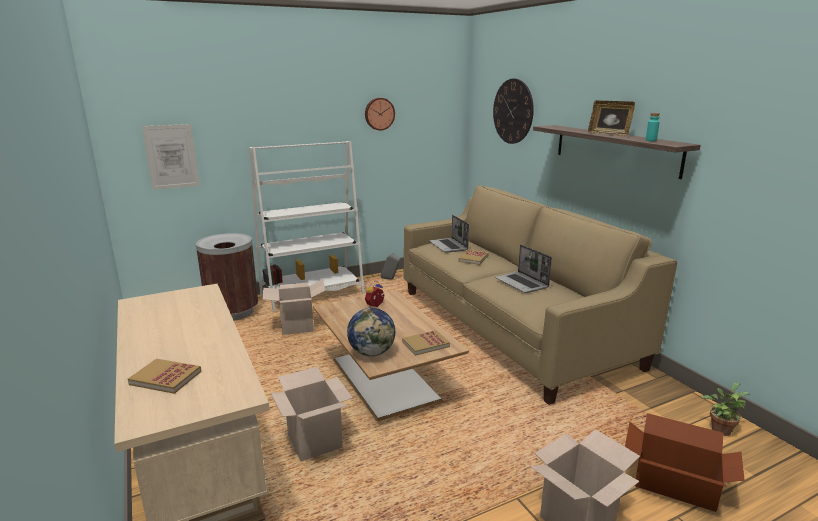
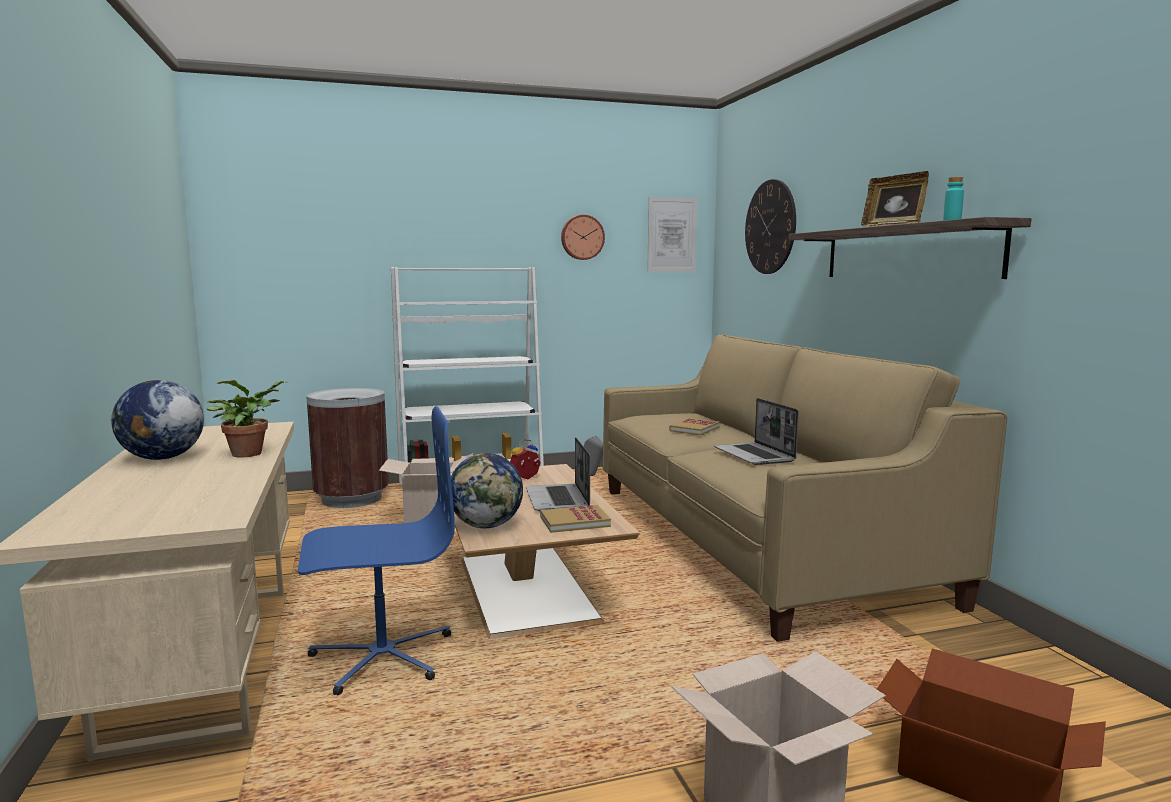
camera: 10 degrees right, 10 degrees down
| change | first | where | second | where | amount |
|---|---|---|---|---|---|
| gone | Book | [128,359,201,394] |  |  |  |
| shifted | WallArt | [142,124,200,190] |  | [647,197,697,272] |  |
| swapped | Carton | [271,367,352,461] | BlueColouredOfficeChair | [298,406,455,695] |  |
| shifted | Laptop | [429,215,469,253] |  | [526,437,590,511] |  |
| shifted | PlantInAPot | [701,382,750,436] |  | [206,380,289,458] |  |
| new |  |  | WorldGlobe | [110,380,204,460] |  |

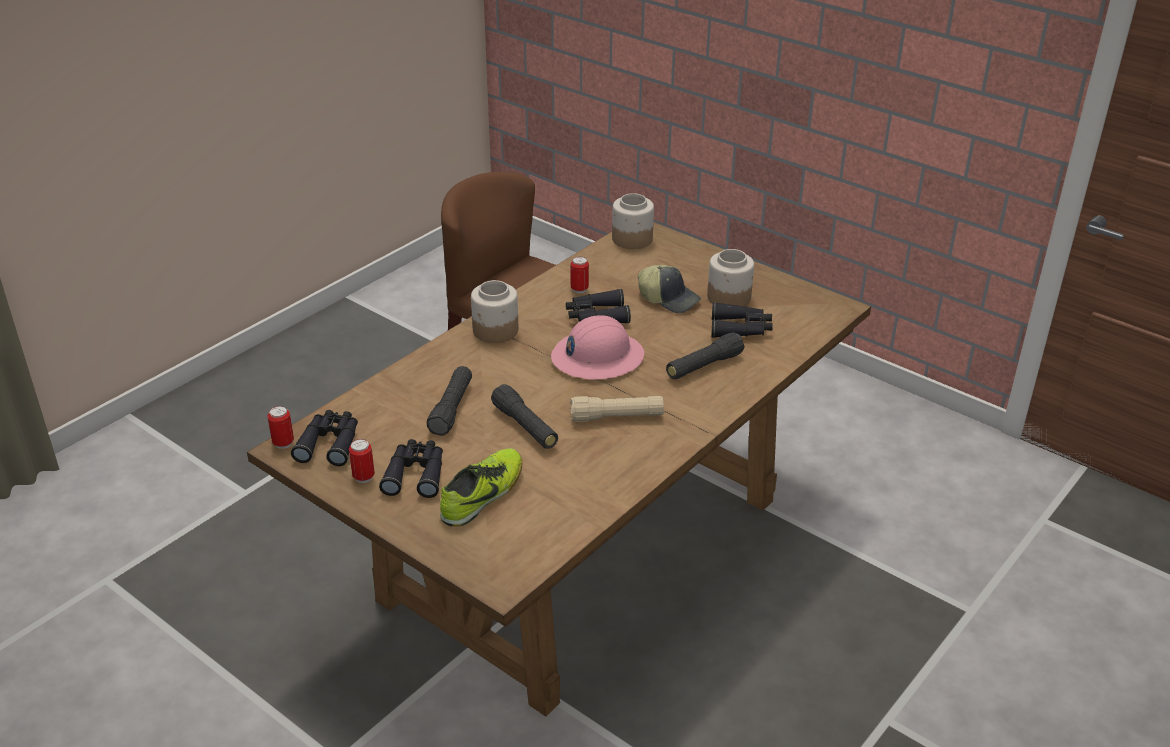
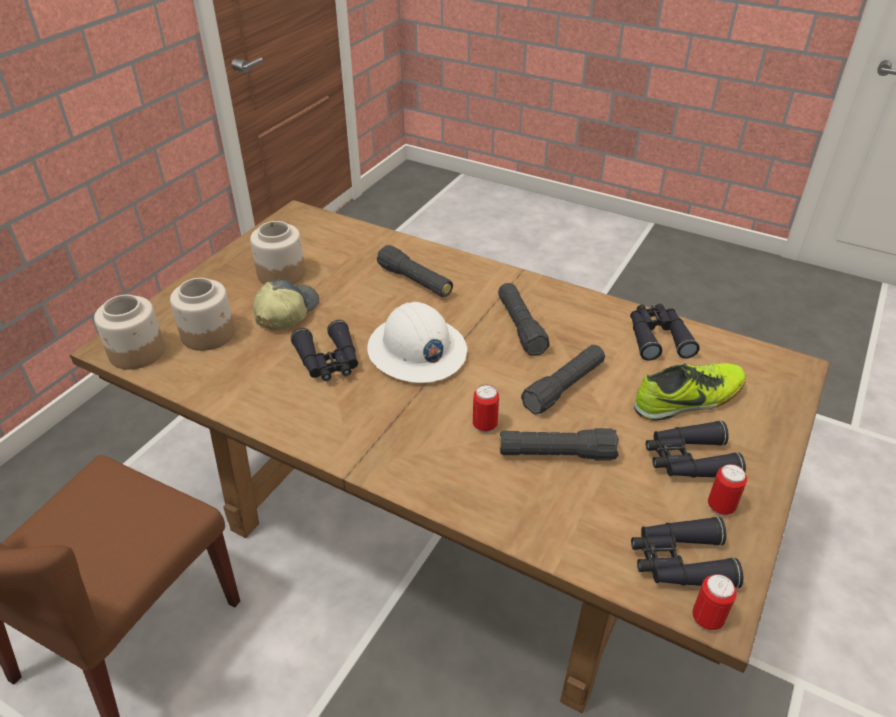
camera: 100 degrees left, 5 degrees up
| change | first | where | second | where | amount |
|---|---|---|---|---|---|
| rotated | Shoe | [440,448,522,527] |  | [634,363,746,421] | 135 degrees clockwise |
| shifted | Jar | [471,280,518,343] |  | [170,278,235,351] |  |
| repainted | PinkColouredWorkHelmet | [551,315,644,380] | WhiteColouredWorkHelmet | [367,302,467,383] |  |
| repainted | SandColouredHandTorch | [570,396,664,422] | BlackHandTorch | [498,283,550,355] |  |
| shifted | Can | [571,256,589,293] |  | [473,385,499,433] |  |
| shifted | BlackBinoculars | [711,302,773,338] |  | [630,304,700,361] |  |

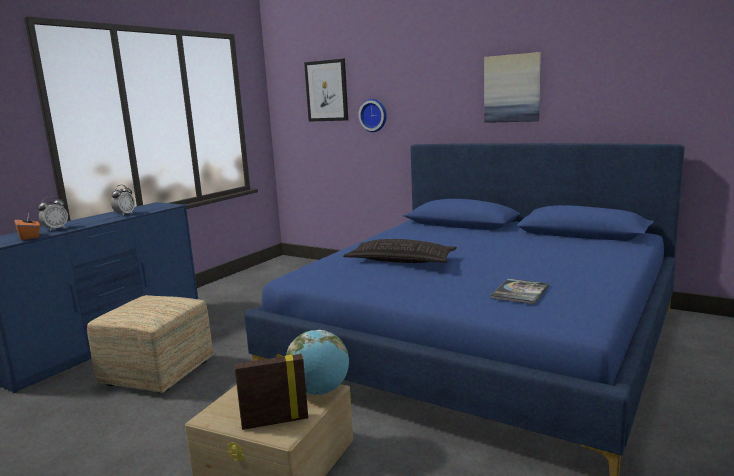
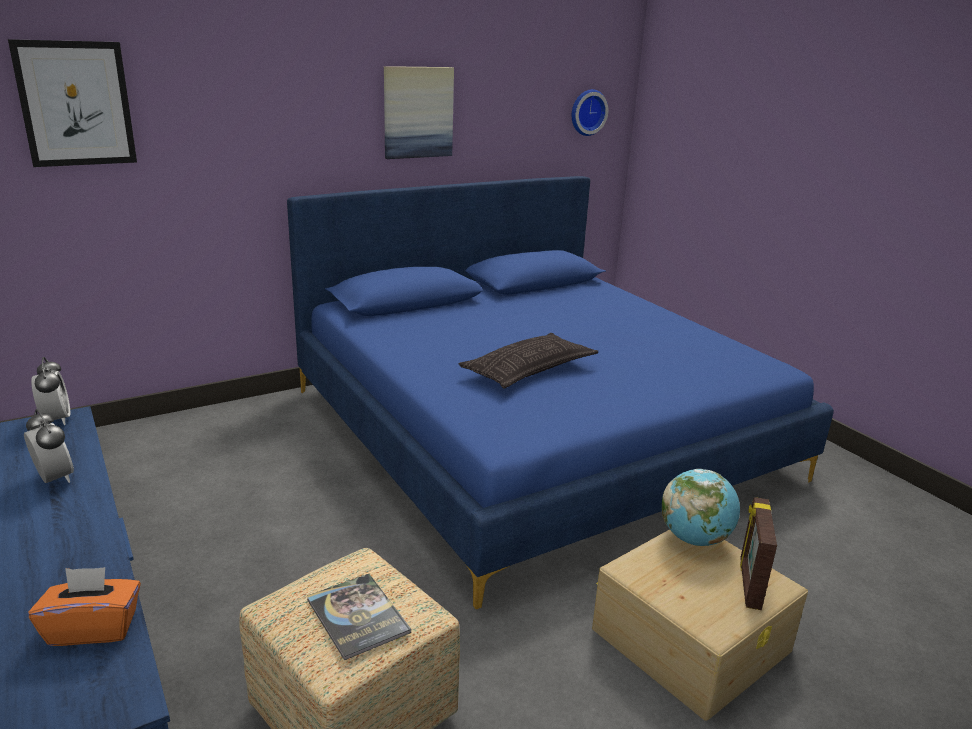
camera: 65 degrees left, 10 degrees up
| change | first | where | second | where | amount |
|---|---|---|---|---|---|
| shifted | TableClock | [38,196,68,231] |  | [31,357,70,425] |  |
| shifted | HangingClock | [358,99,387,132] |  | [572,89,608,136] |  |
| shifted | Book | [490,279,549,304] |  | [307,574,411,660] |  |

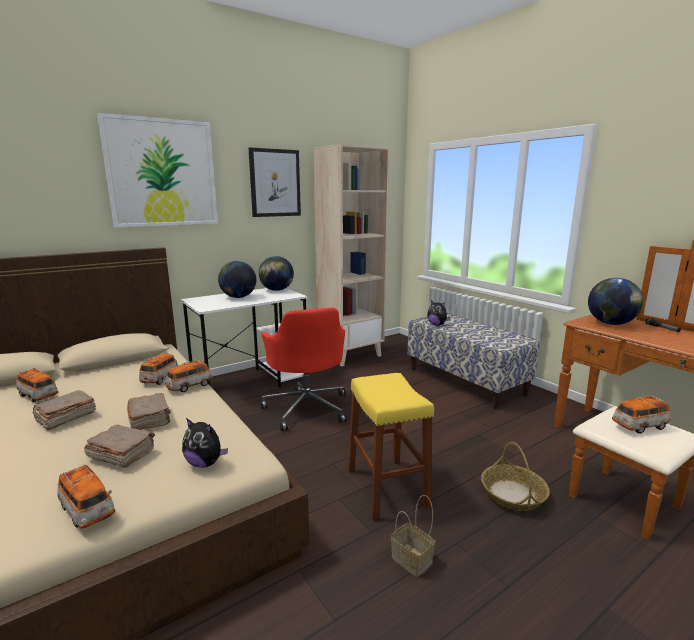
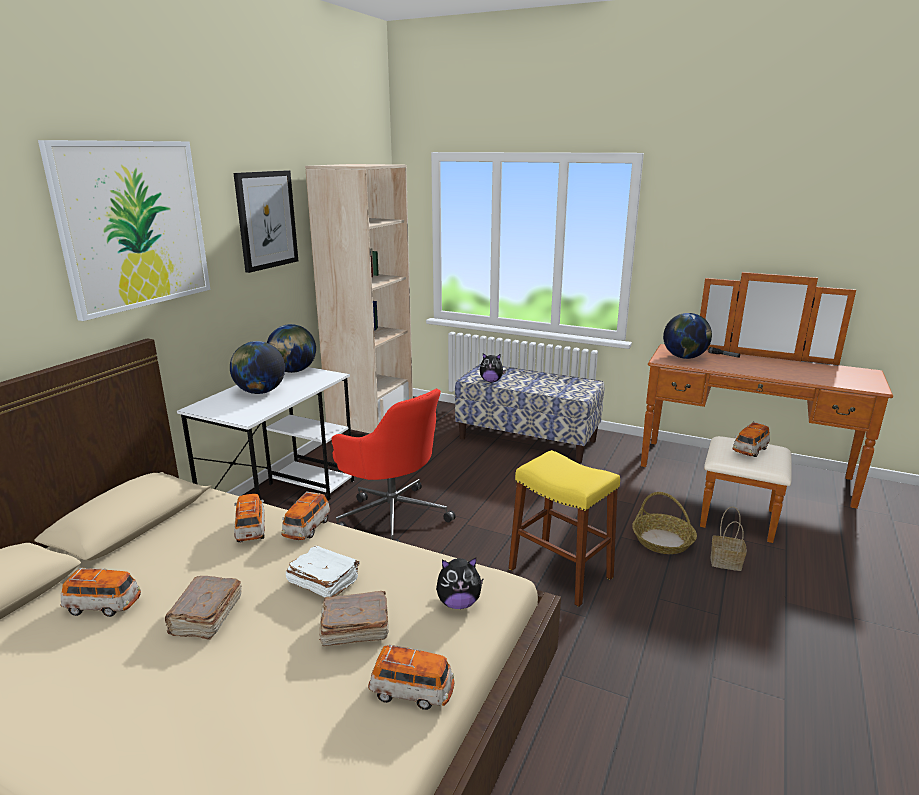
camera: 30 degrees left, 5 degrees up
| change | first | where | second | where | amount |
|---|---|---|---|---|---|
| repainted | BrownishBook | [127,393,171,430] | WhiteColouredBook | [286,545,360,597] |  |
| shifted | StorageBasket | [391,495,435,577] |  | [711,507,747,571] |  |

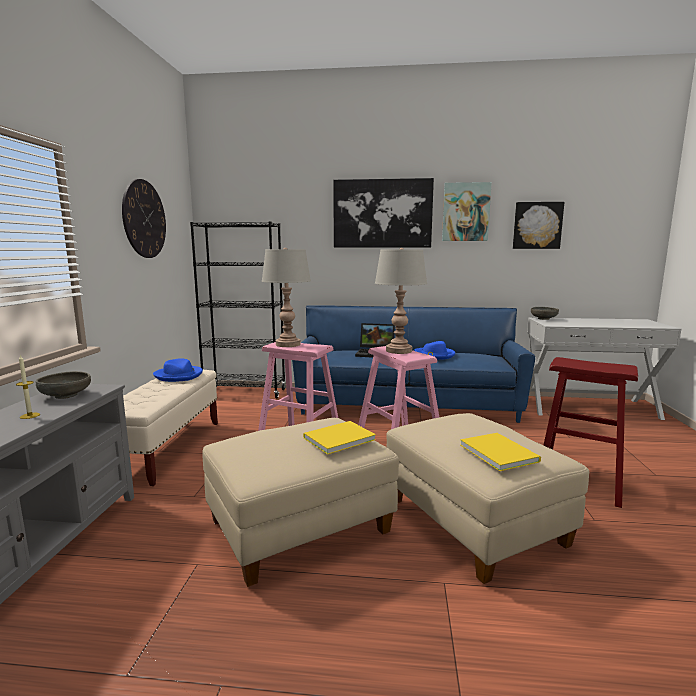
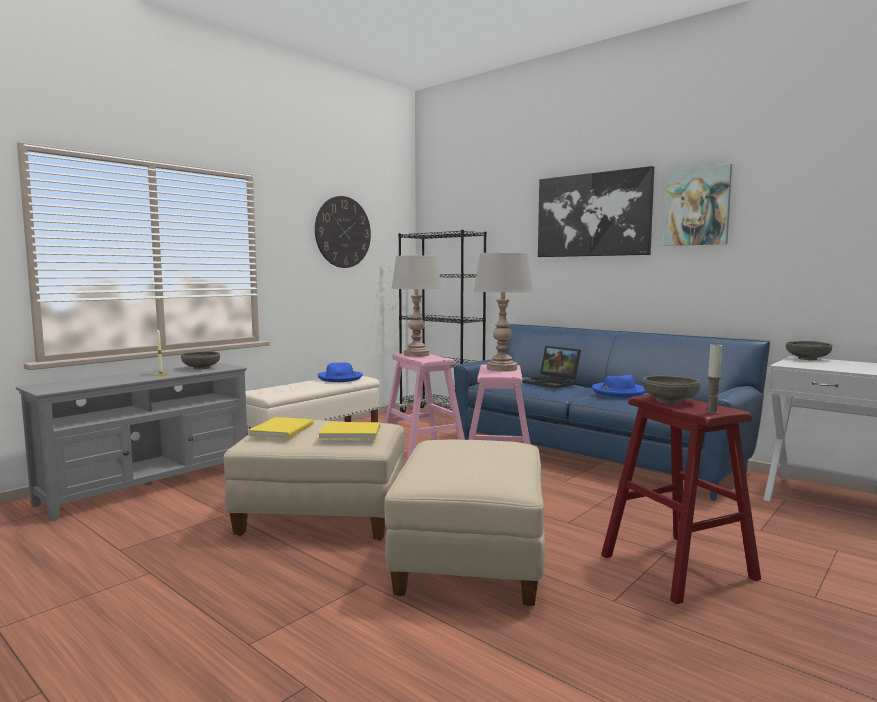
camera: 35 degrees right, 5 degrees down
| change | first | where | second | where | amount |
|---|---|---|---|---|---|
| shifted | YellowishBook | [460,433,541,471] |  | [248,417,314,438] |  |
| gone | WallArt | [513,202,564,249] |  |  |  |
| new |  |  | GreyishServingBowl | [643,376,700,403] |  |
| new |  |  | Candle | [706,343,722,414] |  |

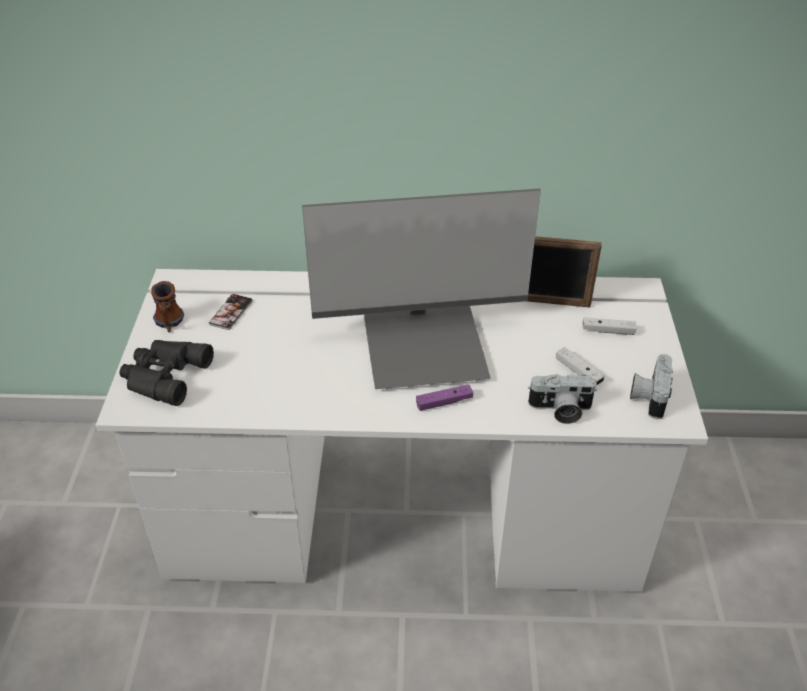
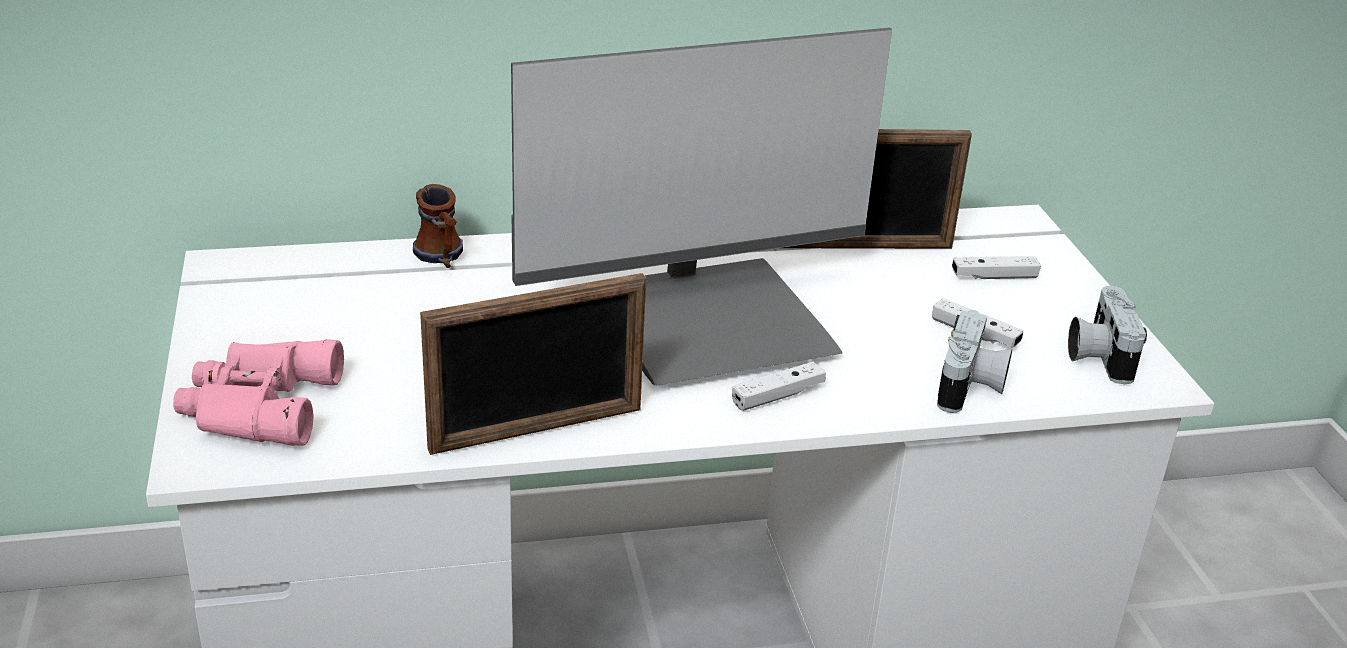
camera: 15 degrees left, 10 degrees down
| change | first | where | second | where | amount |
|---|---|---|---|---|---|
| repainted | BlackBinoculars | [120,340,214,406] | PinkColouredBinoculars | [173,339,344,446] |  |
| shifted | Mug | [151,281,184,332] |  | [413,184,463,268] |  |
| gone | Phone | [209,294,253,330] |  |  |  |
| repainted | PurpleJoypad | [416,384,473,411] | WhiteColouredJoypad | [732,361,826,411] |  |
| rotated | PhotoCamera | [528,374,597,424] |  | [937,310,1012,413] | 60 degrees counterclockwise |
| new |  |  | PhotoFrame | [420,273,646,455] |  |

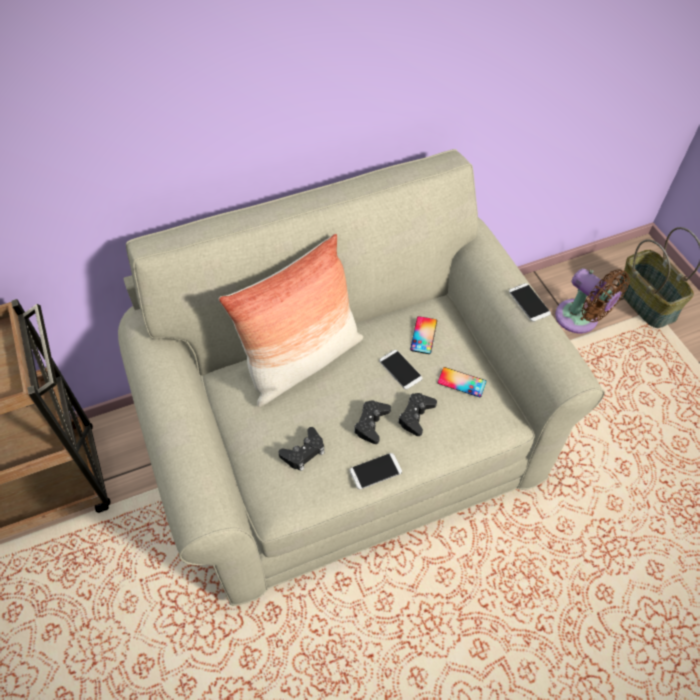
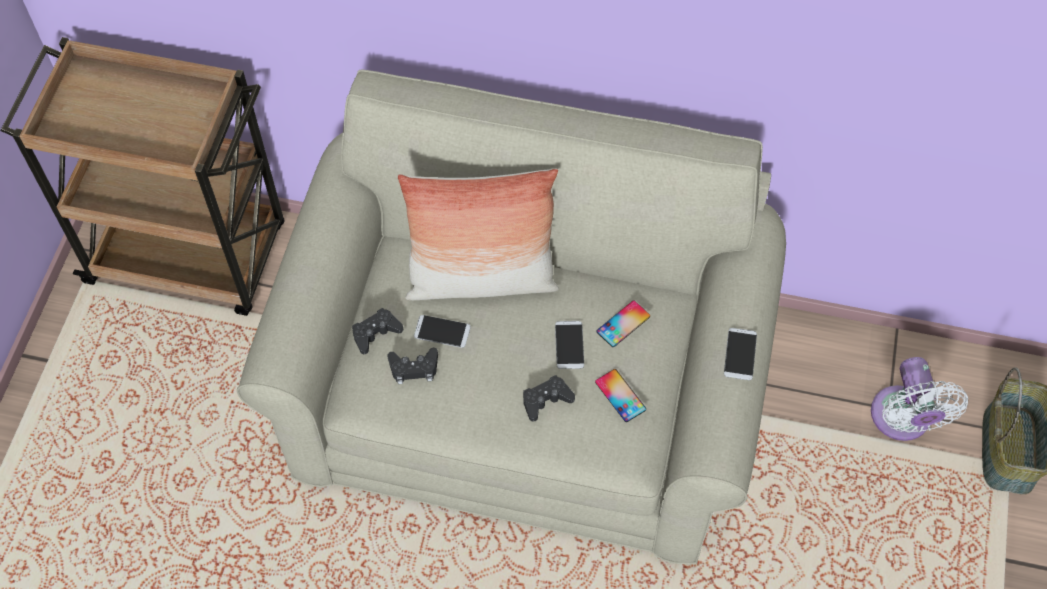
camera: 35 degrees right, 5 degrees up
| change | first | where | second | where | amount |
|---|---|---|---|---|---|
| shifted | Phone | [350,453,402,489] |  | [414,315,471,348] |  |
| shifted | BlackJoypad | [354,400,391,444] |  | [352,308,403,354] |  |
| repainted | BrownishElectricFan | [555,269,630,333] | WhiteColouredElectricFan | [871,357,968,441] |  |

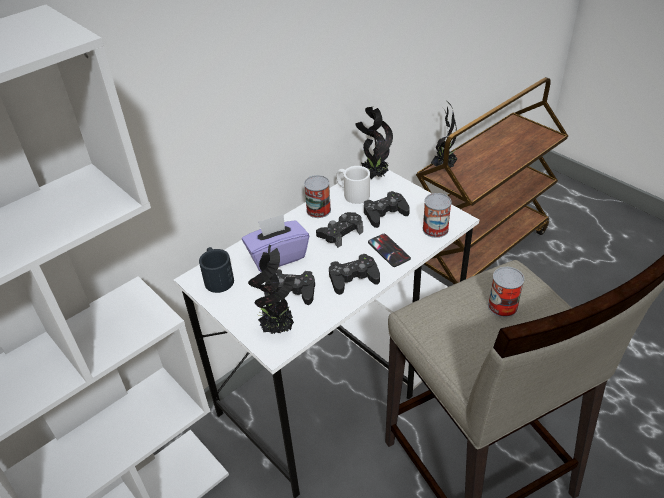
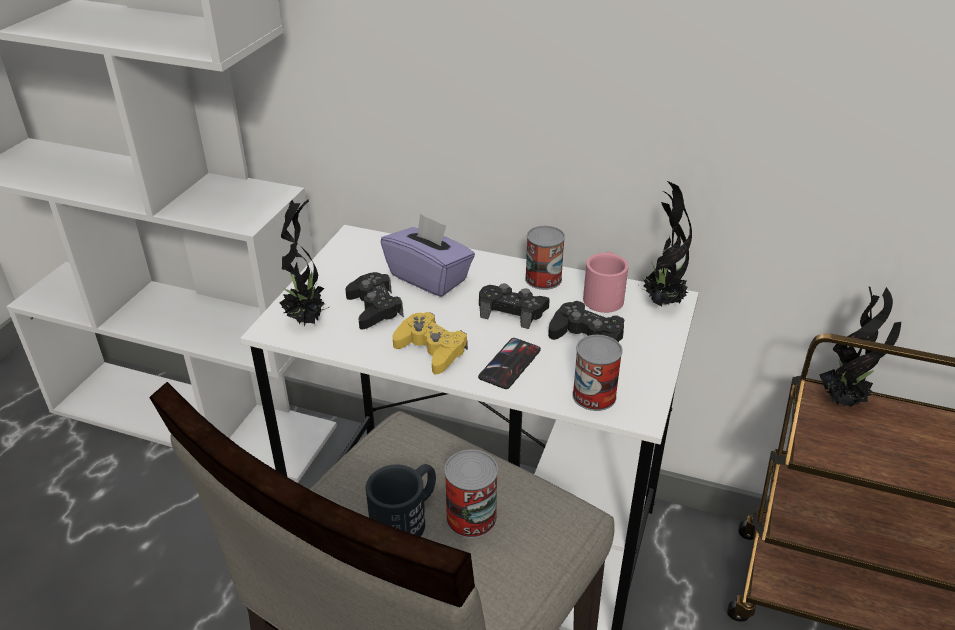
camera: 60 degrees right, 5 degrees down
| change | first | where | second | where | amount |
|---|---|---|---|---|---|
| shifted | BlackMug | [199,247,234,293] |  | [366,464,436,537] |  |
| repainted | BlackJoypad | [329,254,380,295] | YellowishJoypad | [392,312,468,374] |  |
| repainted | WhiteColouredMug | [337,166,370,204] | PinkColouredMug | [583,252,629,313] |  |

